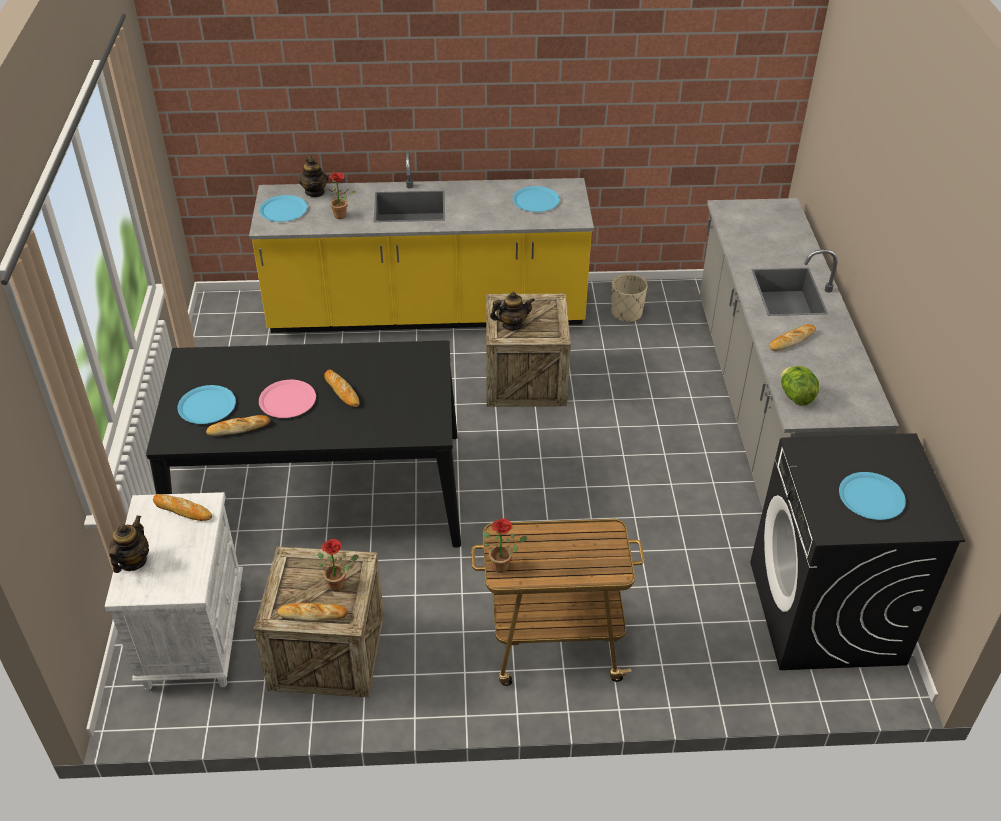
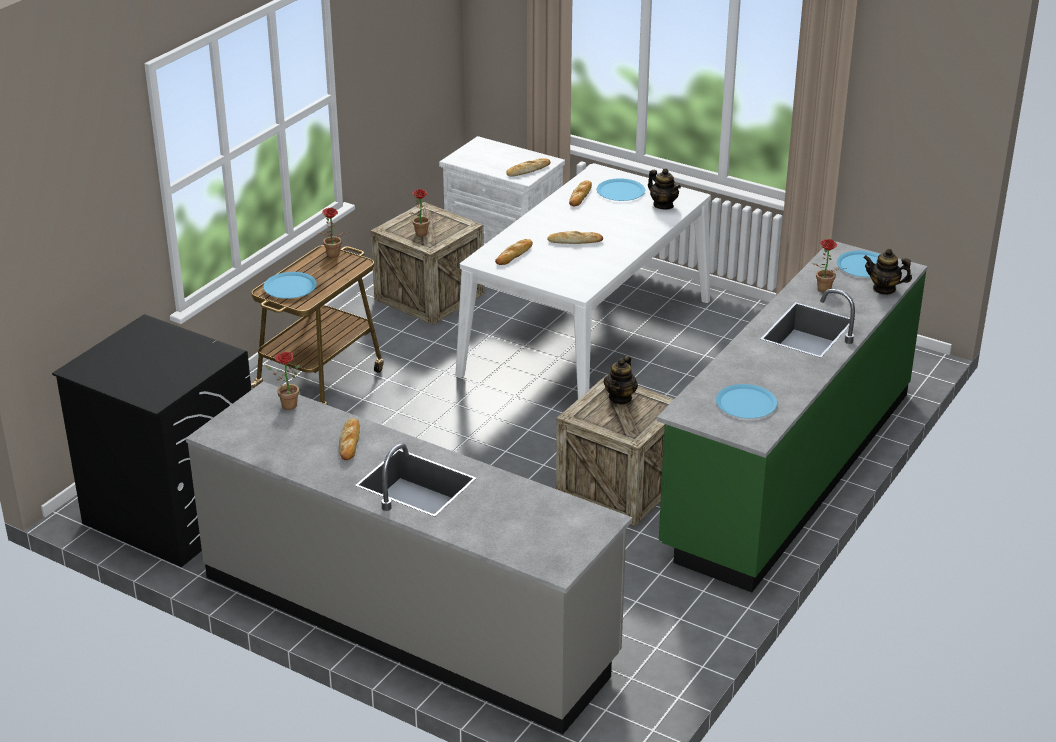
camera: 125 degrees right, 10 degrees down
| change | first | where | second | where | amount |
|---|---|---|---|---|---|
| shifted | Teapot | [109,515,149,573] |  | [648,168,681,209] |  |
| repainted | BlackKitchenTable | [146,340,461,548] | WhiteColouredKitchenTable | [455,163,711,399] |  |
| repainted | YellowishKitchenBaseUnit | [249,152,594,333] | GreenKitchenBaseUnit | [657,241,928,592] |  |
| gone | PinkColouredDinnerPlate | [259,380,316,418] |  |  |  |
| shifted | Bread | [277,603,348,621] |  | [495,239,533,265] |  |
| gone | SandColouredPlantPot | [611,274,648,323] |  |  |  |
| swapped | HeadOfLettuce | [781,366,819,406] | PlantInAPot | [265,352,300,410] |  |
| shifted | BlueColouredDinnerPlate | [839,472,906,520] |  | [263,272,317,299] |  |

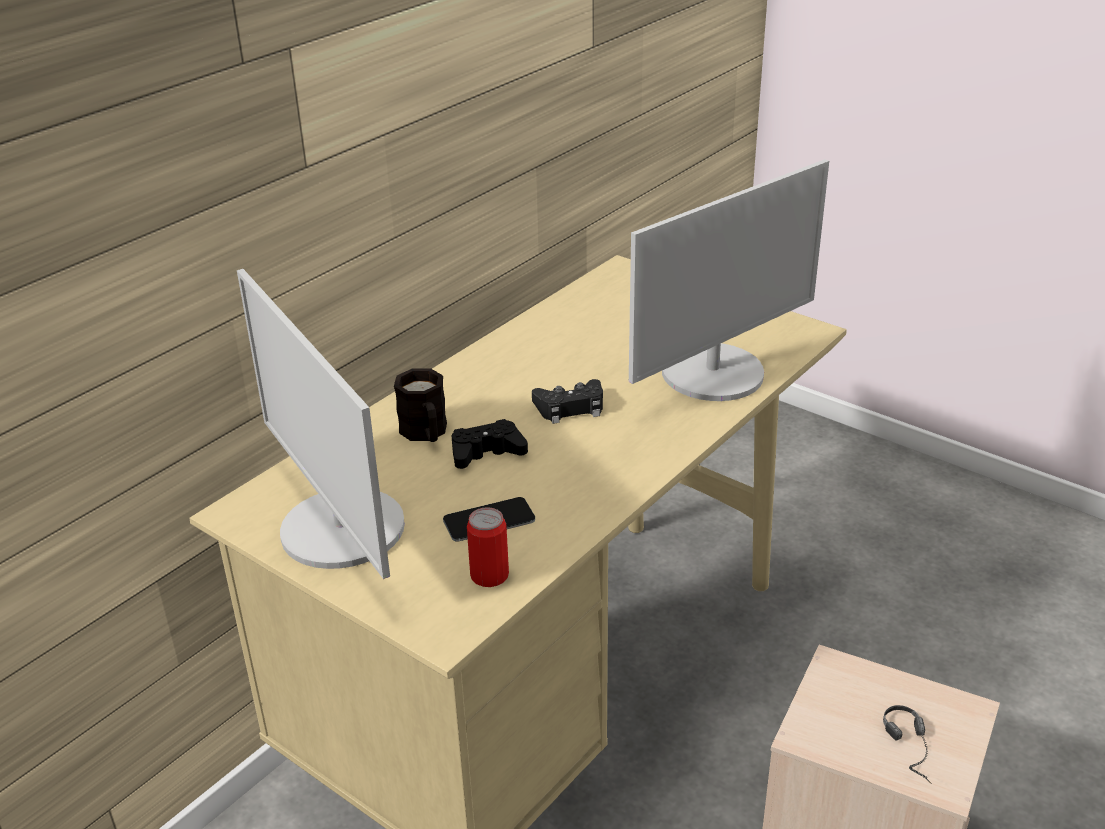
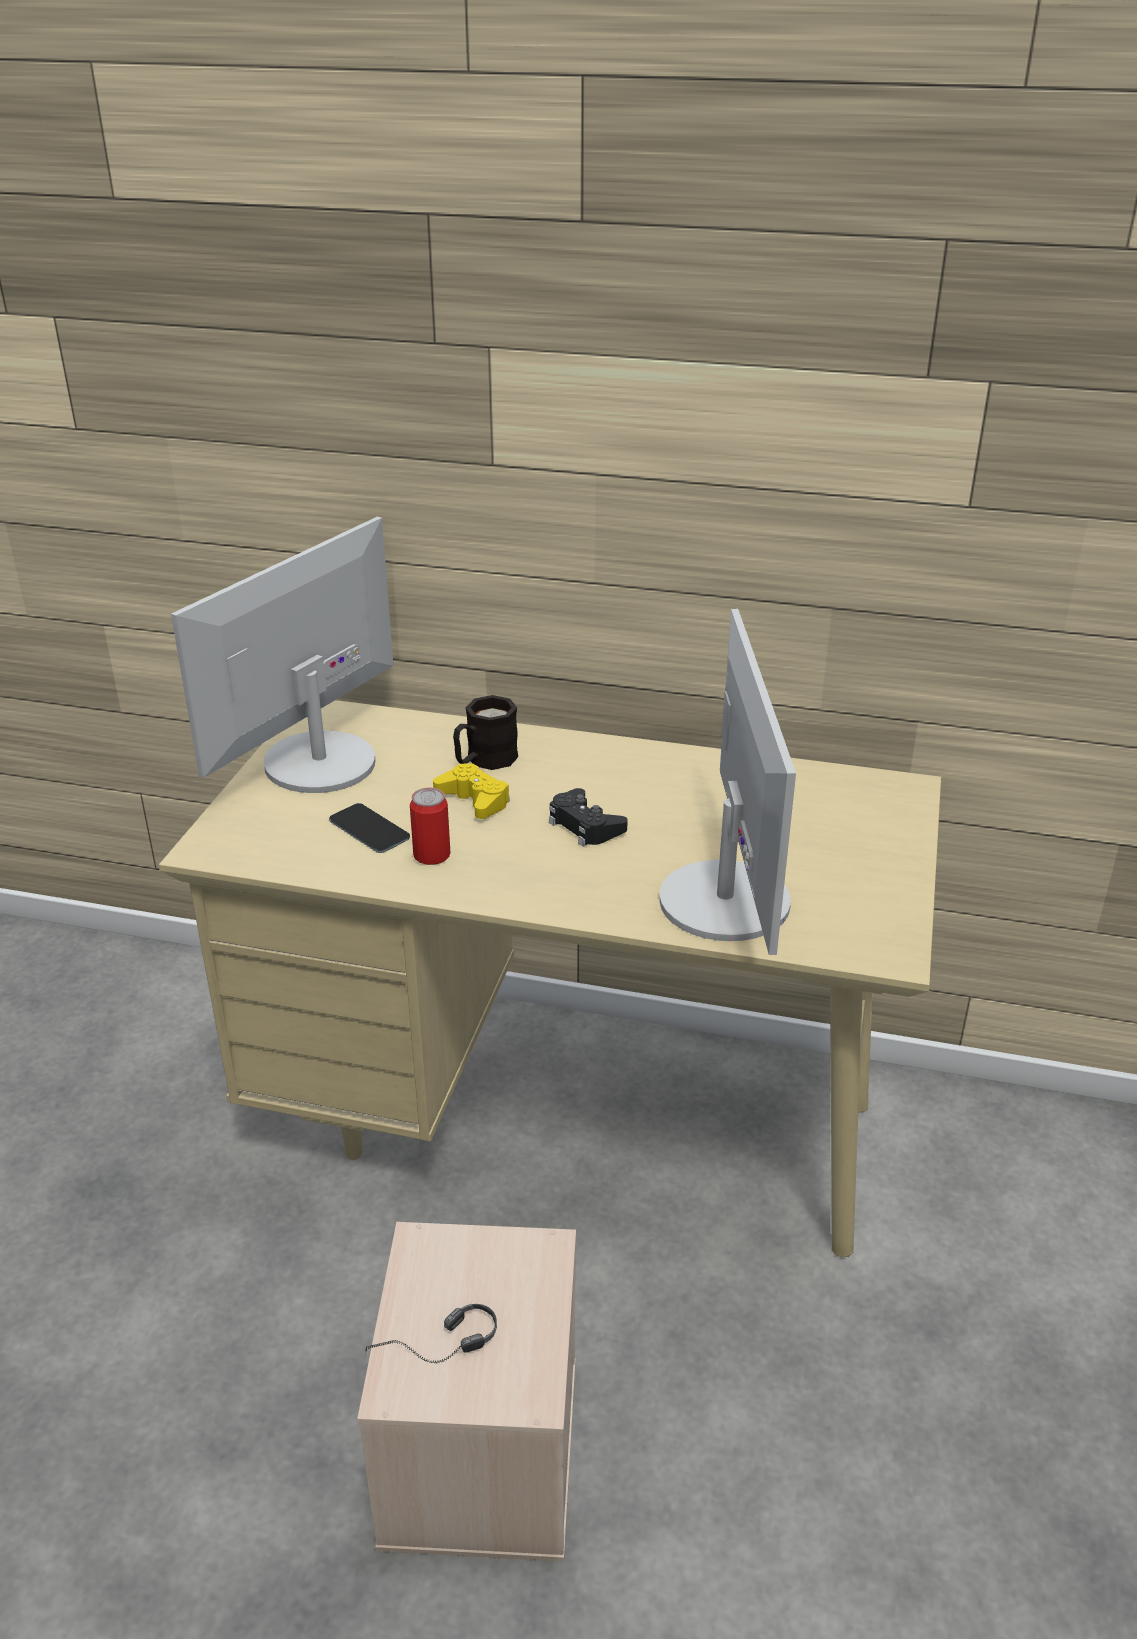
camera: 65 degrees right, 0 degrees up
| change | first | where | second | where | amount |
|---|---|---|---|---|---|
| repainted | BlackJoypad | [452,419,528,469] | YellowishJoypad | [433,763,510,819] |  |
| shifted | Can | [467,507,509,587] |  | [410,788,451,865] |  |
| rotated | Monitor | [629,159,829,401] |  | [659,609,796,955] | 120 degrees counterclockwise |

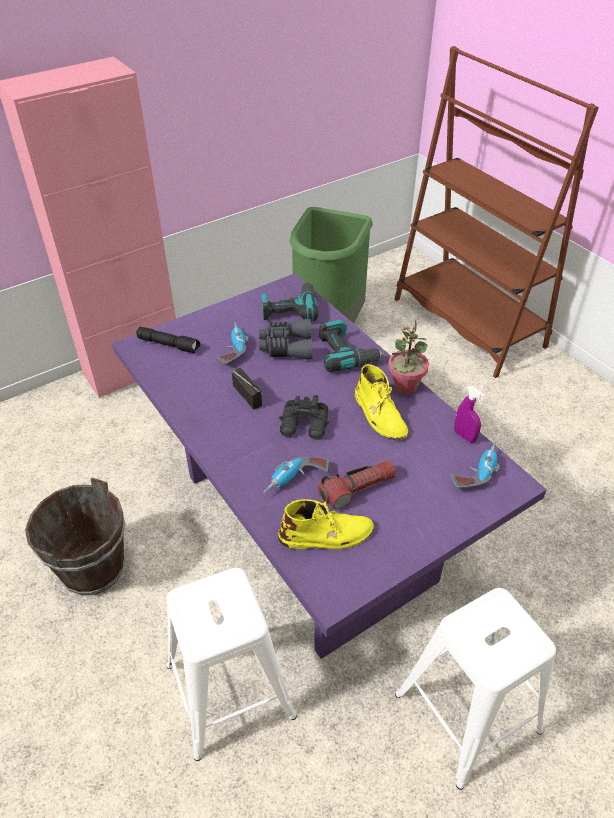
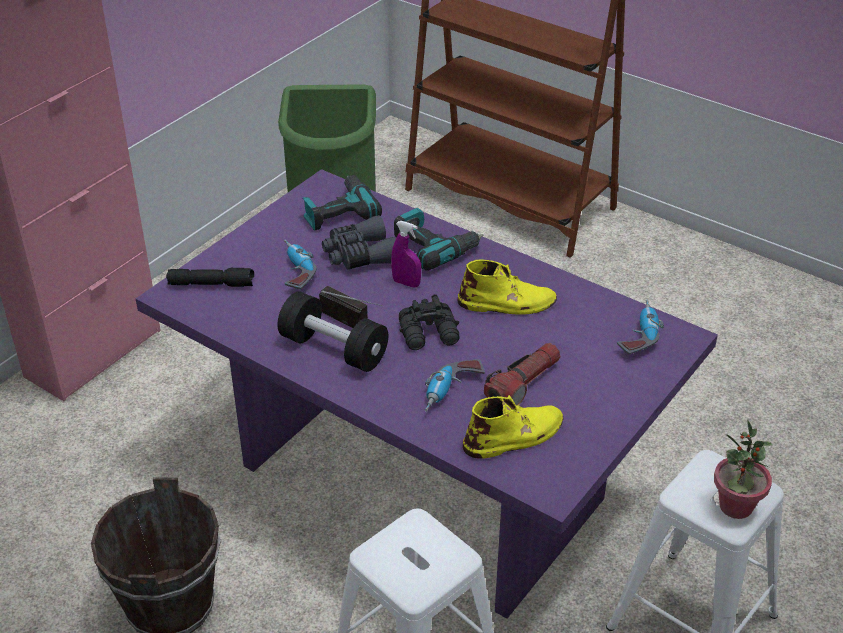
camera: 20 degrees left, 5 degrees down
| change | first | where | second | where | amount |
|---|---|---|---|---|---|
| rotated | YellowishBoot | [355,364,408,440] |  | [458,259,557,315] | 45 degrees counterclockwise |
| shifted | PlantInAPot | [388,320,429,394] |  | [714,419,772,519] |  |
| shifted | PurpleSprayer | [454,386,485,443] |  | [391,221,421,288] |  |
| new |  |  | BlackHandWeight | [278,291,388,372] |  |

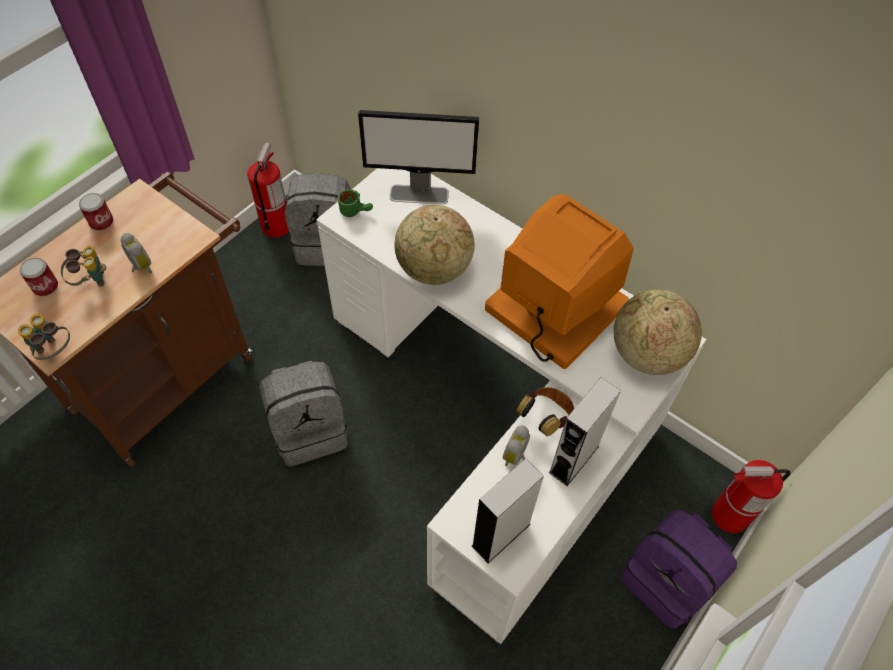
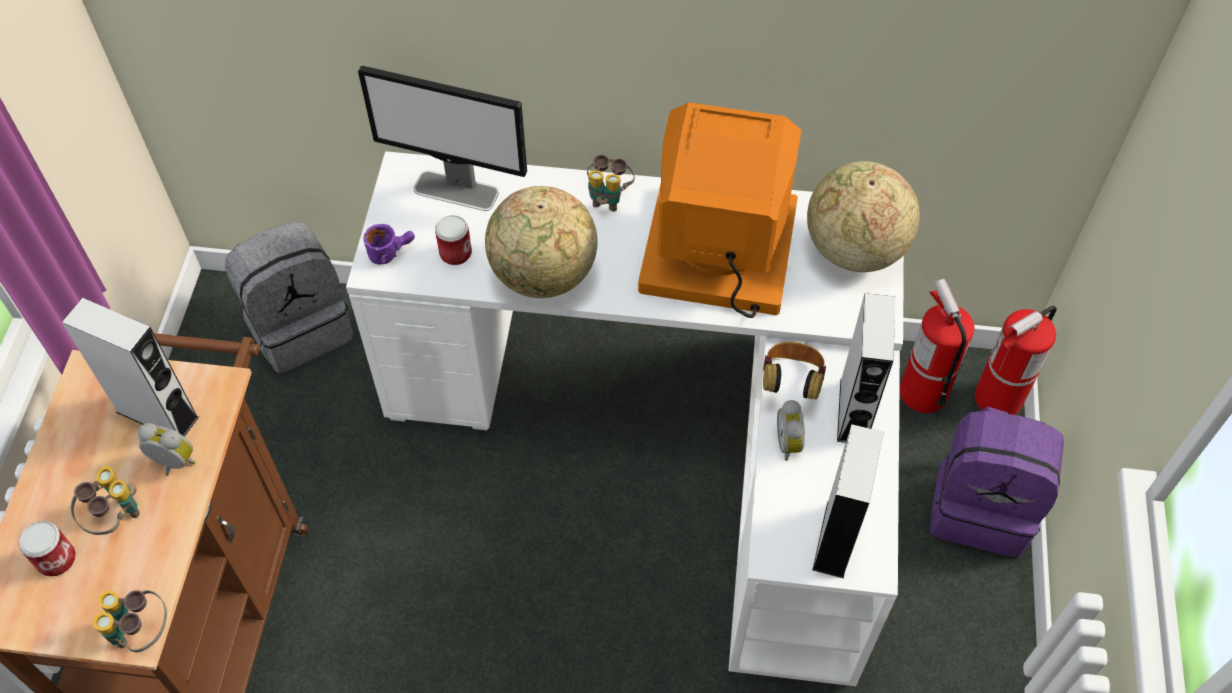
camera: 30 degrees left, 0 degrees up
| change | first | where | second | where | amount |
|---|---|---|---|---|---|
| shifted | Can | [79,193,113,231] |  | [435,215,472,265] |  |
| shifted | FireFightingCylinder | [247,142,289,238] |  | [899,279,974,413] |  |
| gone | GreyishKnapsack | [259,361,348,466] |  |  |  |
| repainted | GreenMug | [338,189,373,217] | PurpleMug | [363,224,415,264] |  |
| rotated | Monitor | [358,110,479,205] |  | [358,66,527,211] | 45 degrees clockwise |
| new |  |  | GreyishLoudspeaker | [62,298,199,437] |  |
| new |  |  | Binoculars | [587,154,635,212] |  |

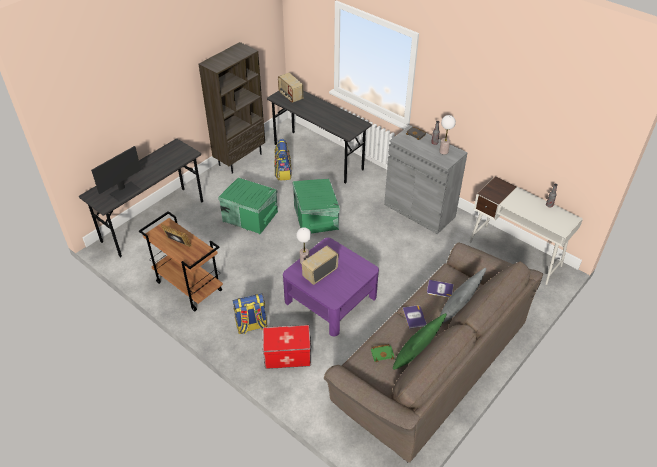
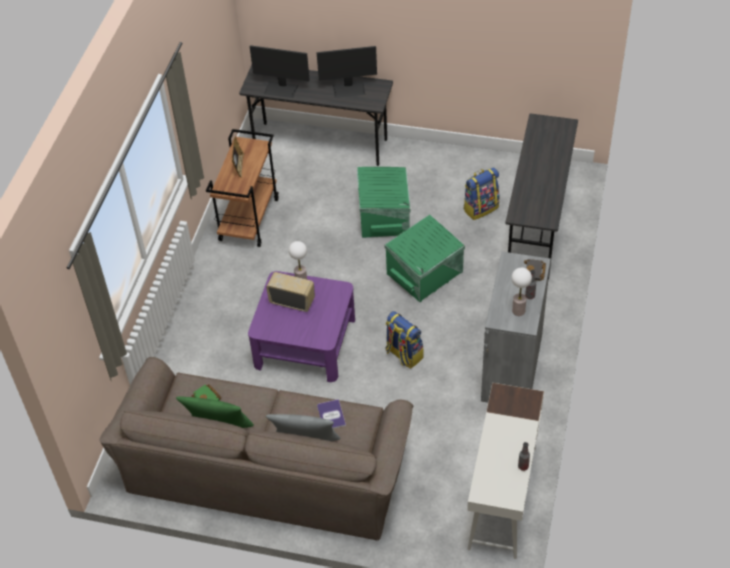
camera: 65 degrees right, 5 degrees up
| change | first | where | second | where | amount |
|---|---|---|---|---|---|
| gone | BrownishShelvingUnit | [199,42,265,174] |  |  |  |
| shifted | Knapsack | [233,293,268,334] |  | [386,311,424,368] |  |
| gone | StorageBin | [262,325,311,369] |  |  |  |
| gone | Radio | [278,73,303,103] |  |  |  |
| gone | Book | [402,305,426,329] |  |  |  |
| new |  |  | Monitor | [316,46,377,98] |  |

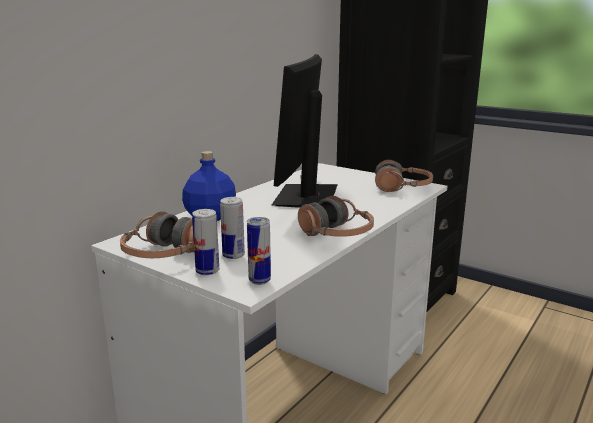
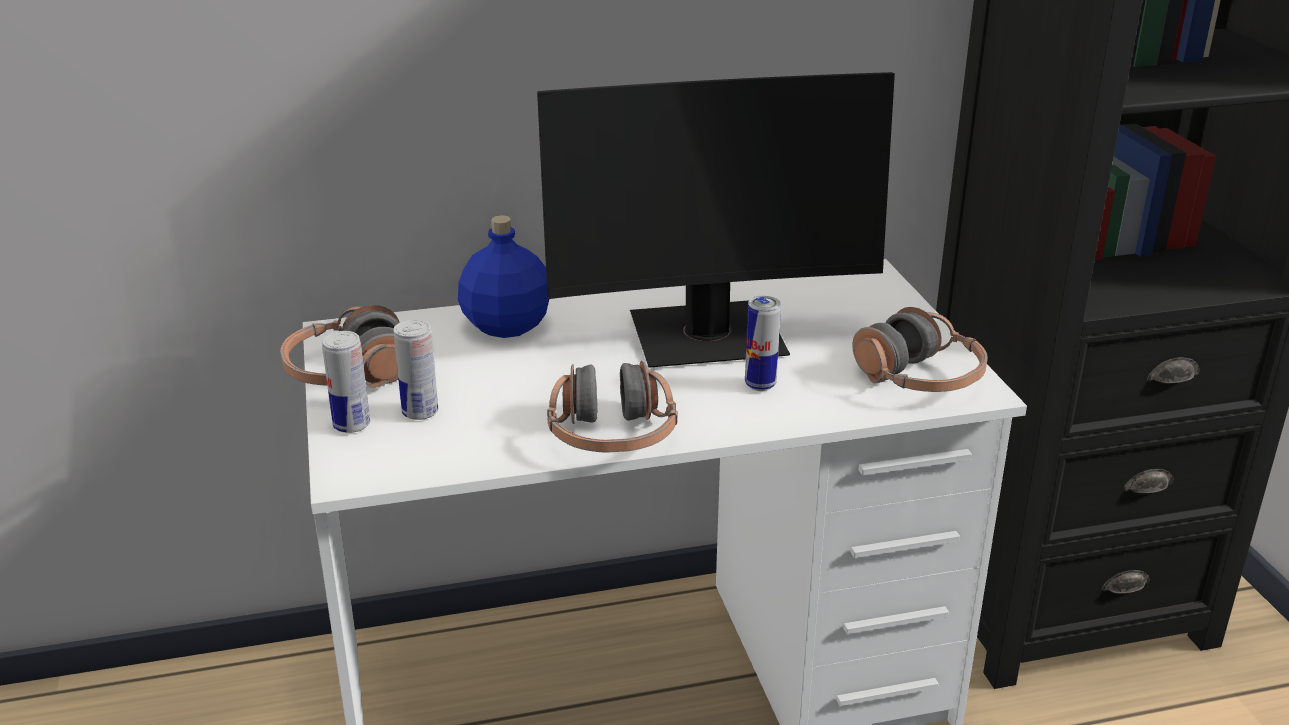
camera: 40 degrees right, 10 degrees up
| change | first | where | second | where | amount |
|---|---|---|---|---|---|
| shifted | Can | [247,217,271,285] |  | [745,296,781,391] |  |
| rotated | Monitor | [272,54,338,208] |  | [537,72,895,368] | 150 degrees counterclockwise |

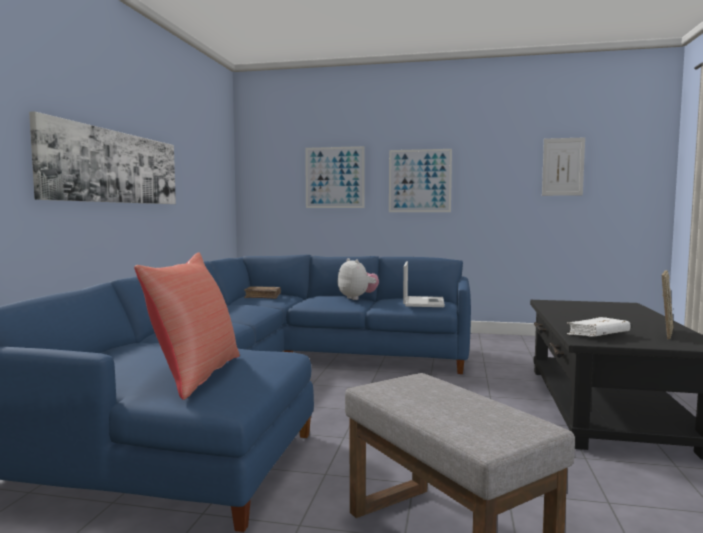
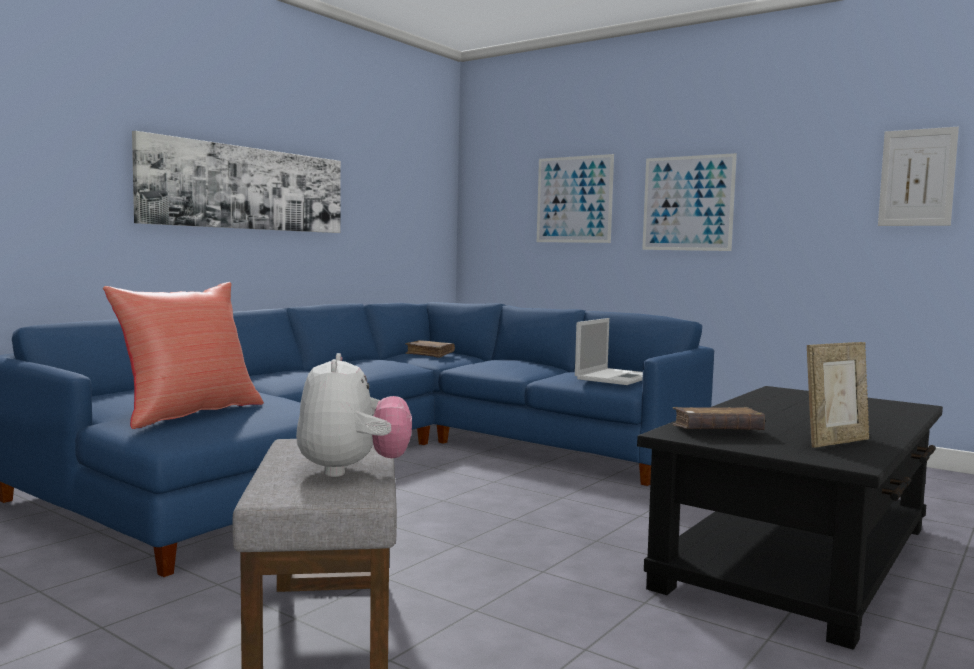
camera: 25 degrees right, 0 degrees up
| change | first | where | second | where | amount |
|---|---|---|---|---|---|
| shifted | CuddlyToy | [338,258,379,300] |  | [296,353,412,477] |  |
| repainted | WhiteColouredBook | [567,317,630,337] | BrownishBook | [672,407,765,430] |  |

